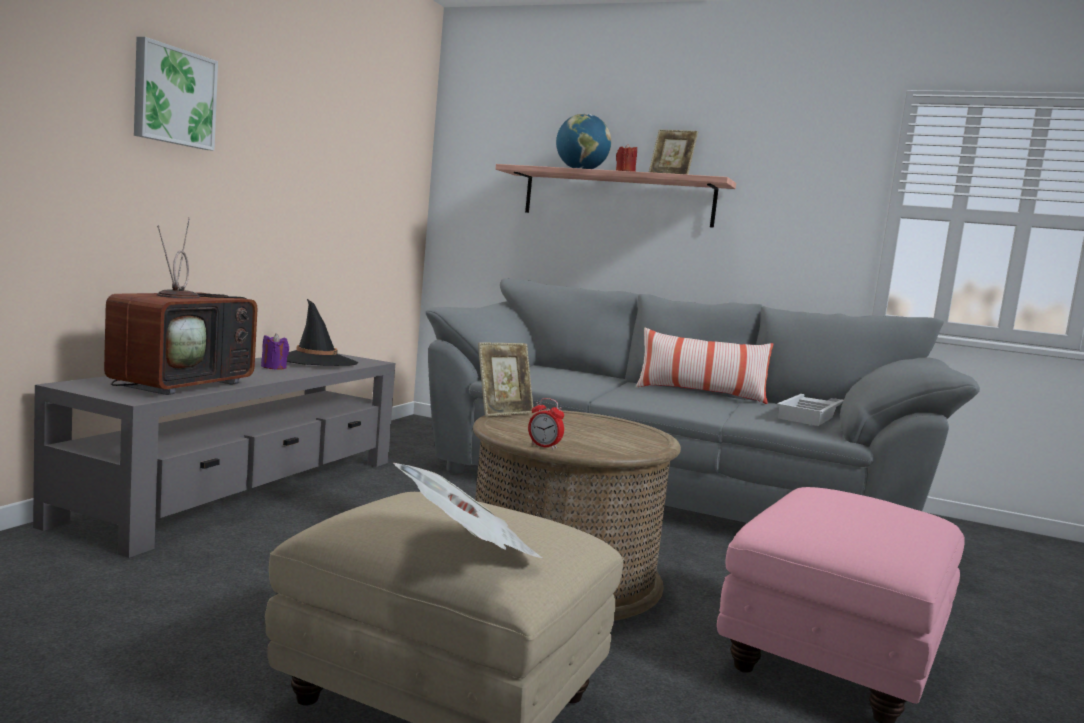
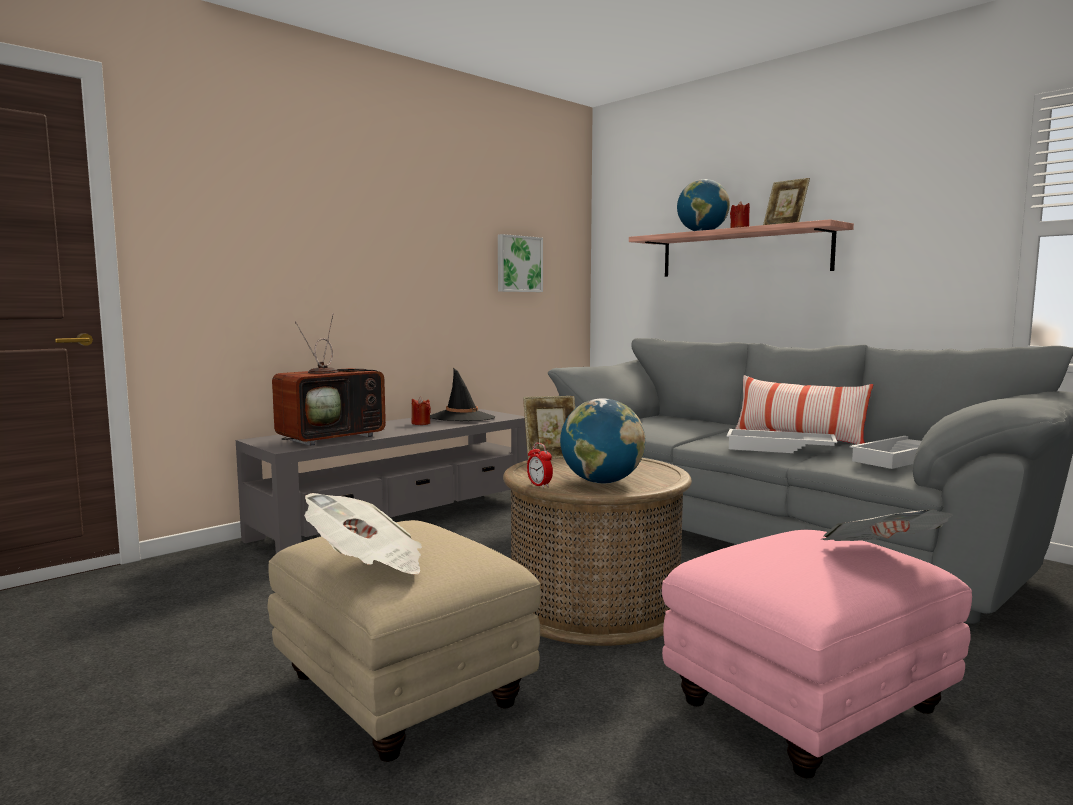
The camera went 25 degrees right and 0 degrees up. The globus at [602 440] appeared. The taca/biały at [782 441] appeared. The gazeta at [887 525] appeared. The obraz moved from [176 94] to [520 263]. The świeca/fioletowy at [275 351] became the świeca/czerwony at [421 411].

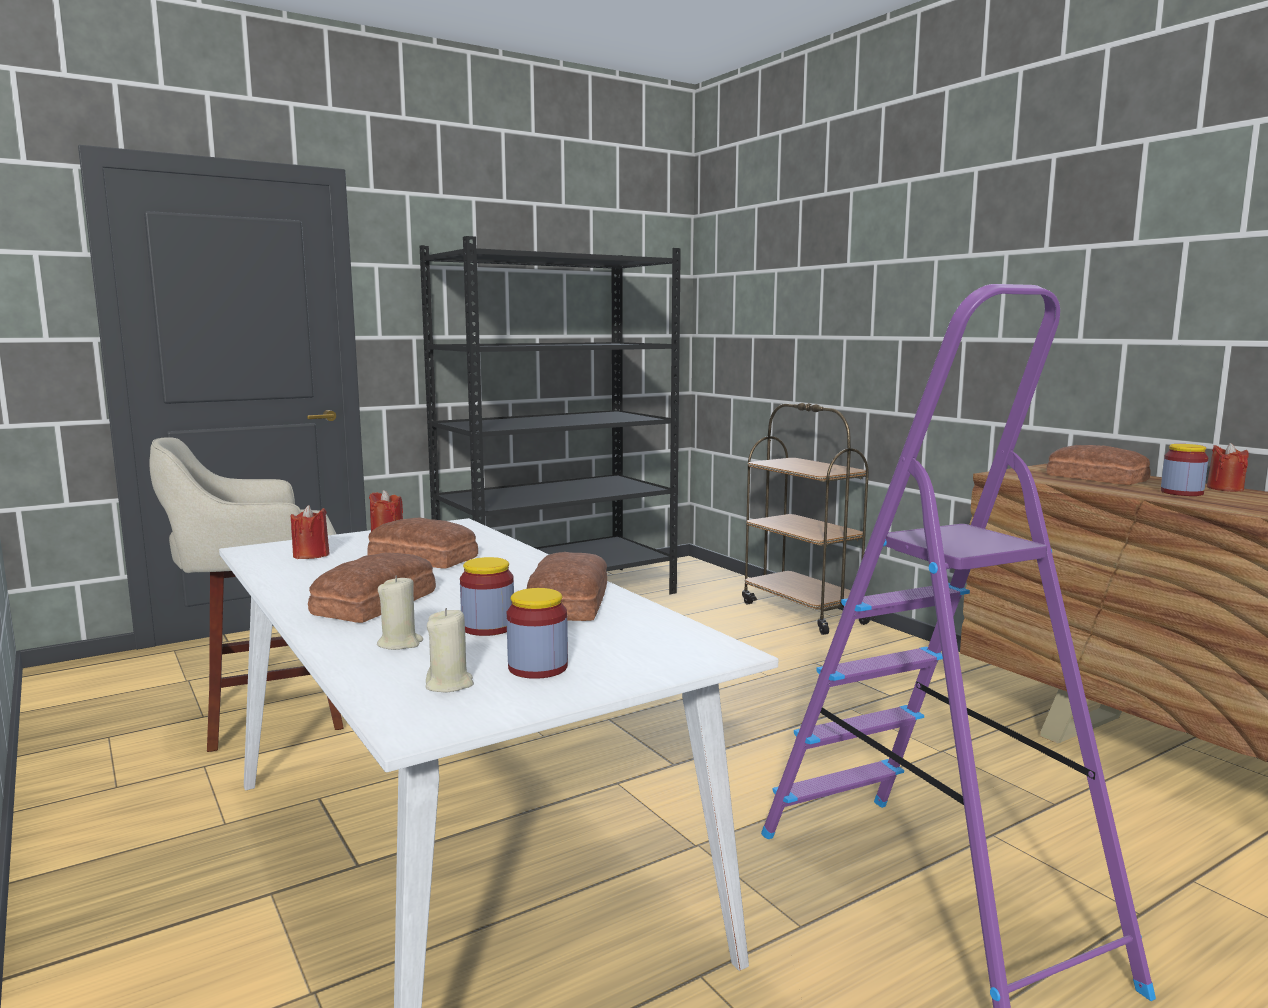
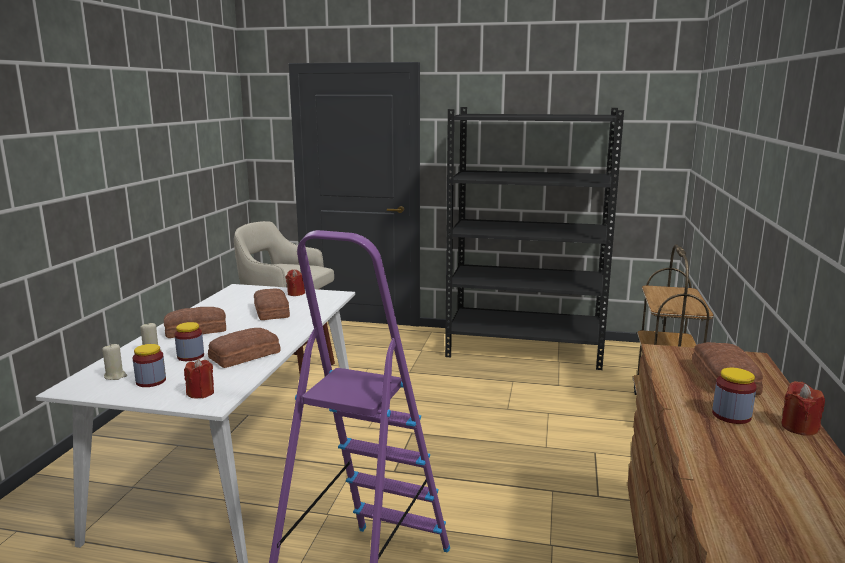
The camera went 45 degrees right and 5 degrees up. The świeca/czerwony moved from [310 532] to [199 379].

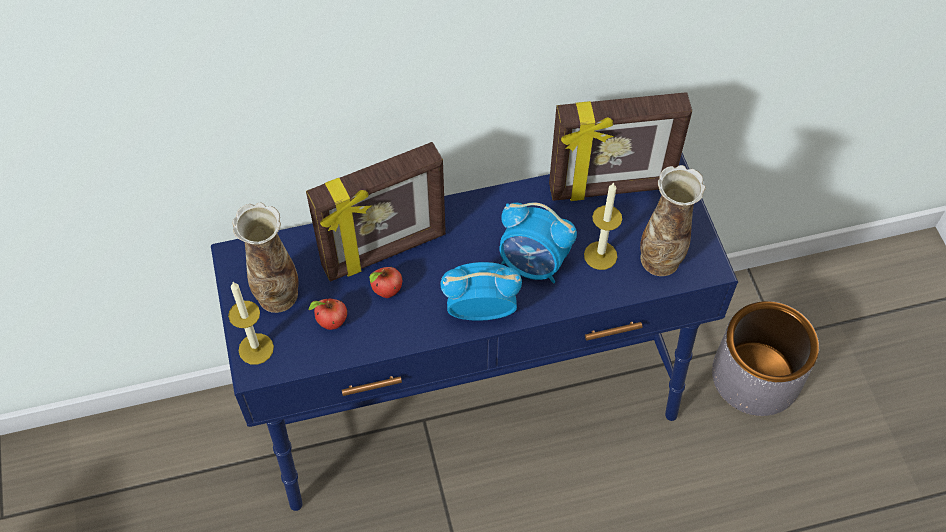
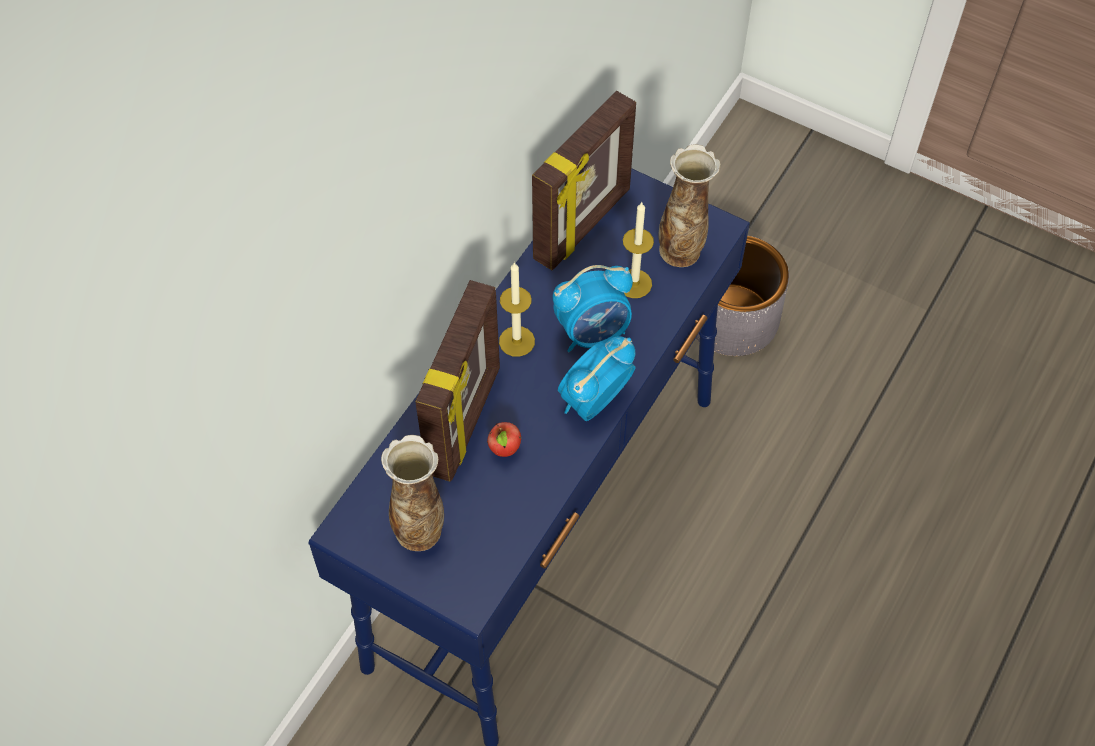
The camera went 45 degrees left and 0 degrees up. The jabłko at [328 314] disappeared. The świeca moved from [251 323] to [517 309].

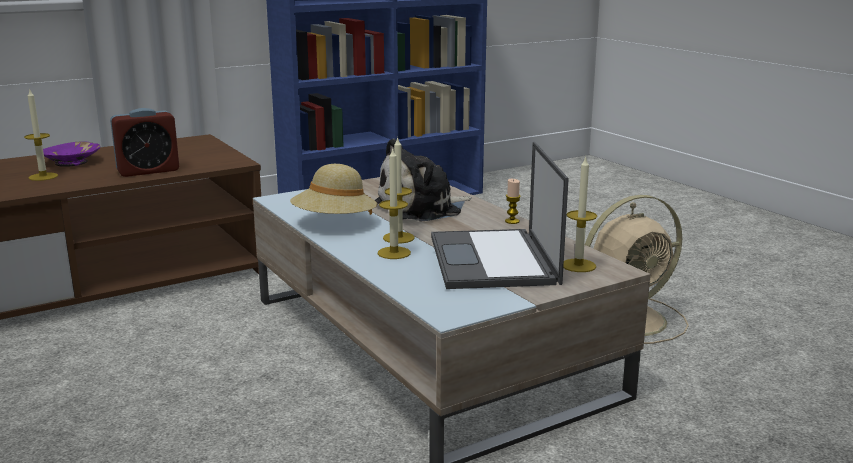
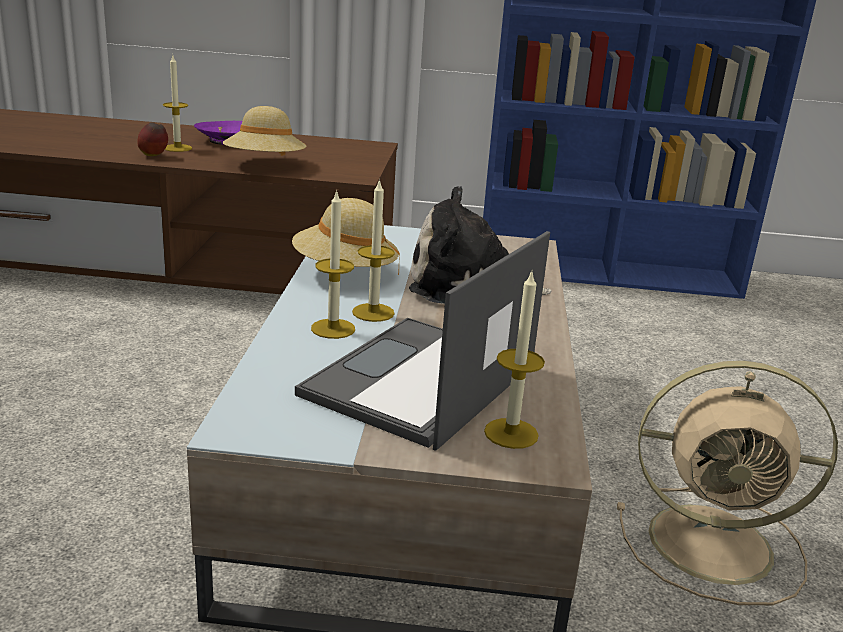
The camera went 35 degrees right and 5 degrees up. The świeca at [513 201] disappeared. The jabłko at [153 139] appeared. The budzik at [144 142] was replaced by the kapelusz/beżowy at [264 131].

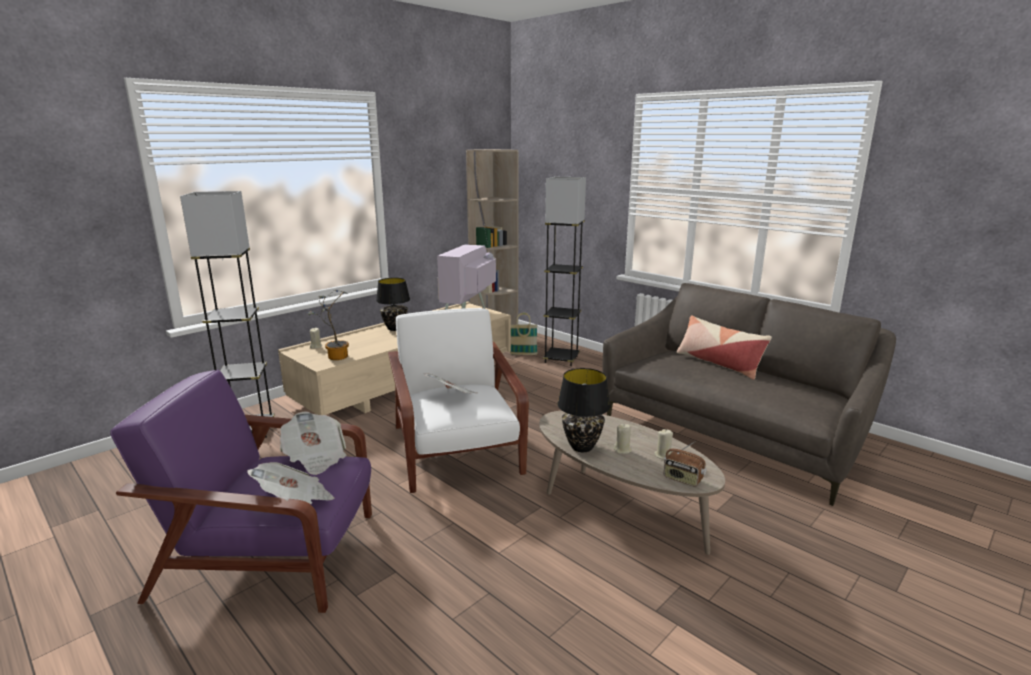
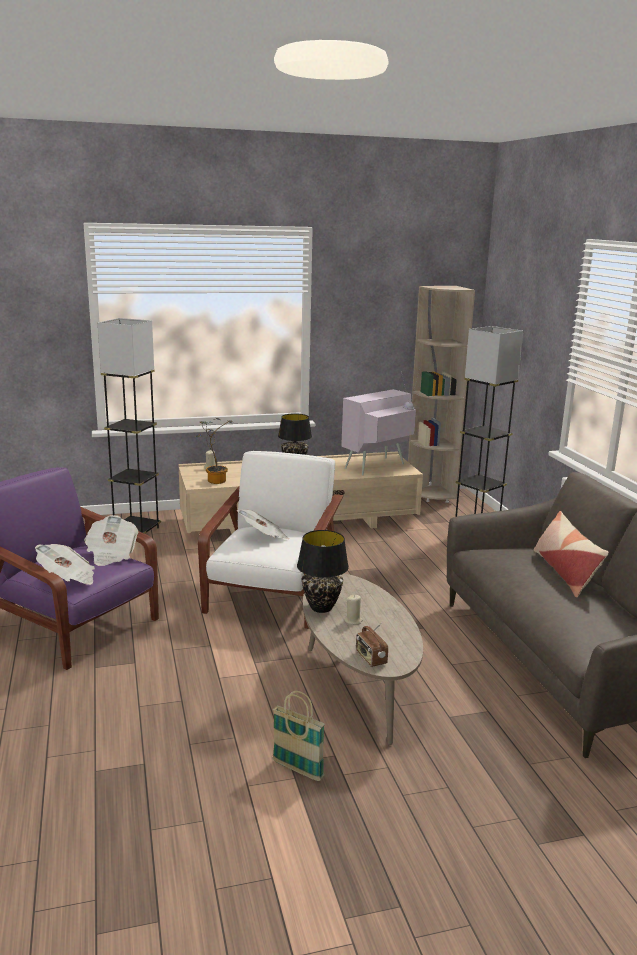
The camera went 30 degrees right and 0 degrees up. The świeca/beżowy at [663 444] disappeared. The koszyk moved from [524 334] to [299 736].

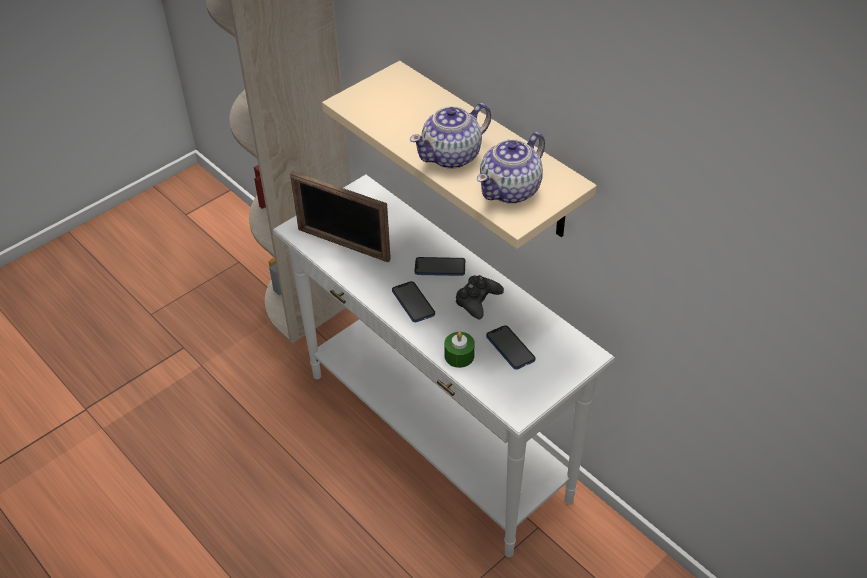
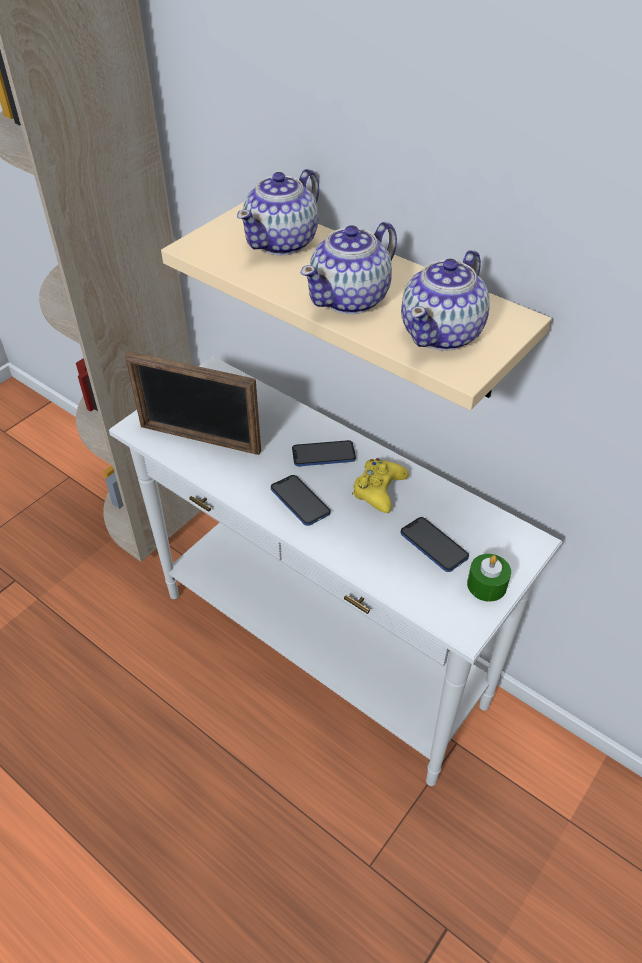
The camera went 10 degrees left and 0 degrees up. The imbryk at [278 212] appeared. The świeca/zielony moved from [459 350] to [489 578]. The pad do gier/czarny at [479 297] became the pad do gier/żółty at [380 485].

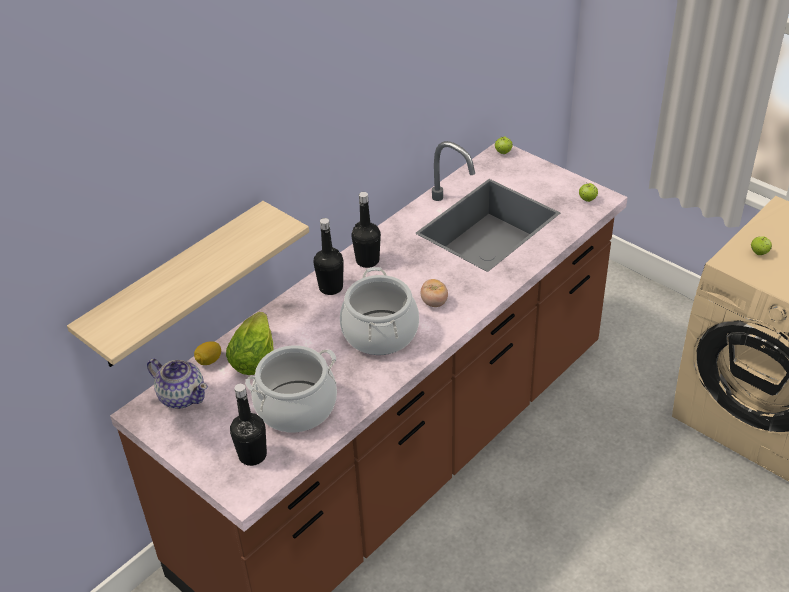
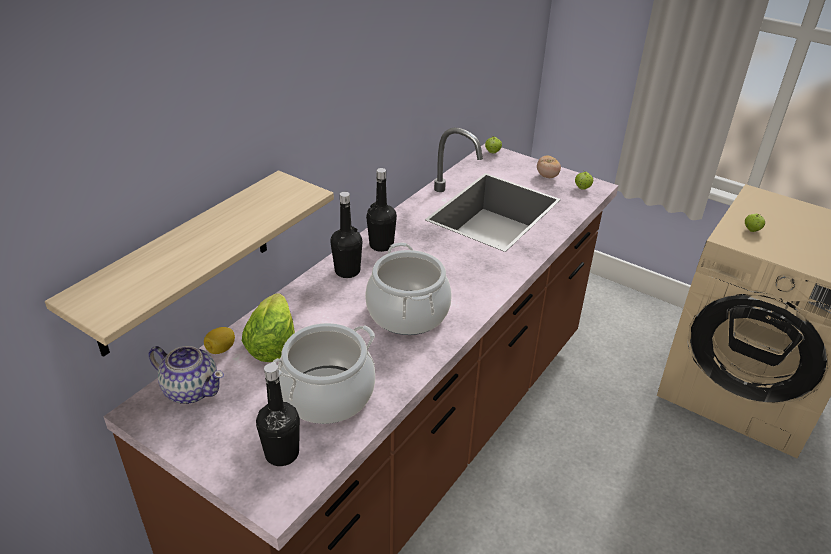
The camera went 10 degrees left and 5 degrees down. The pomidor moved from [434 293] to [549 166].

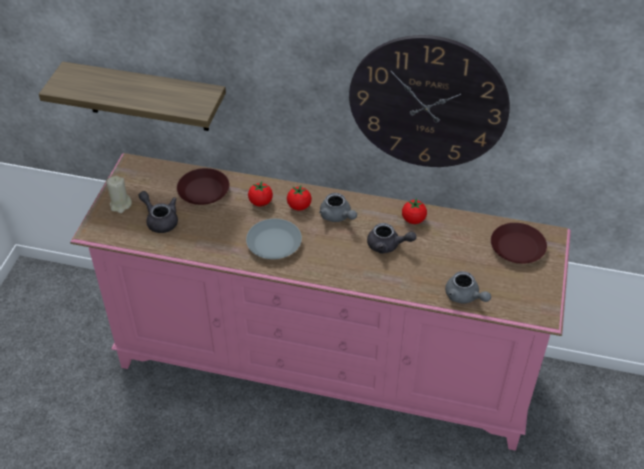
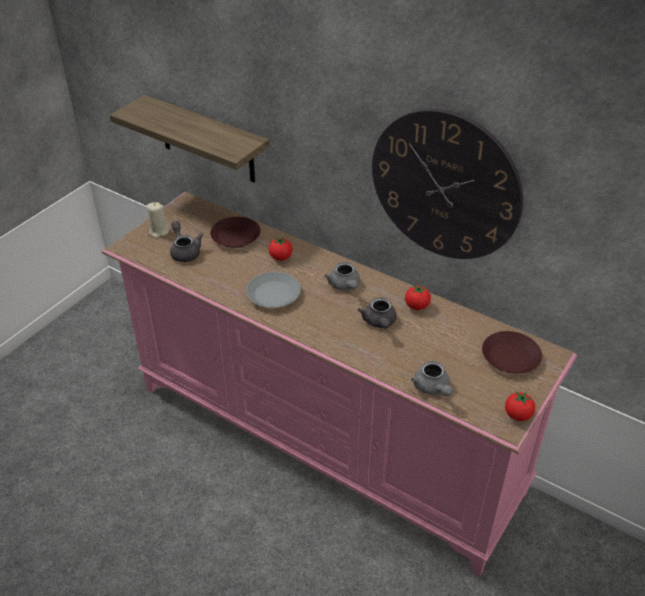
The camera went 20 degrees right and 5 degrees down. The pomidor moved from [299 198] to [520 406]. The imbryk/szary at [391 238] turned 45 degrees clockwise.

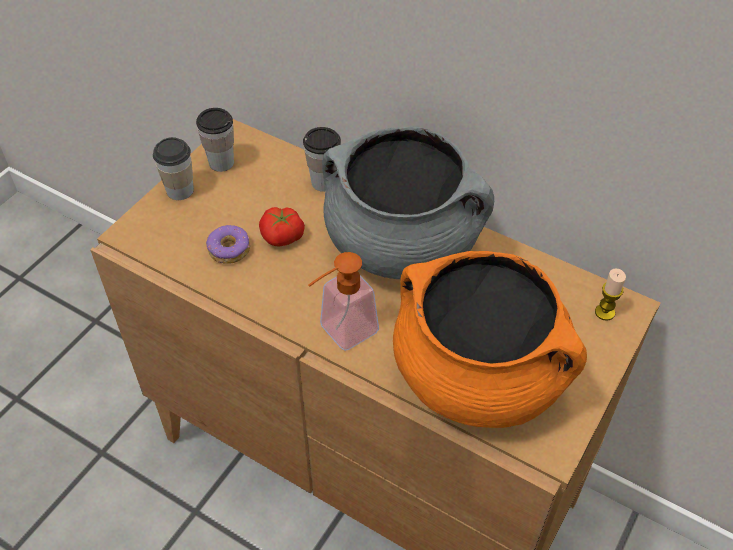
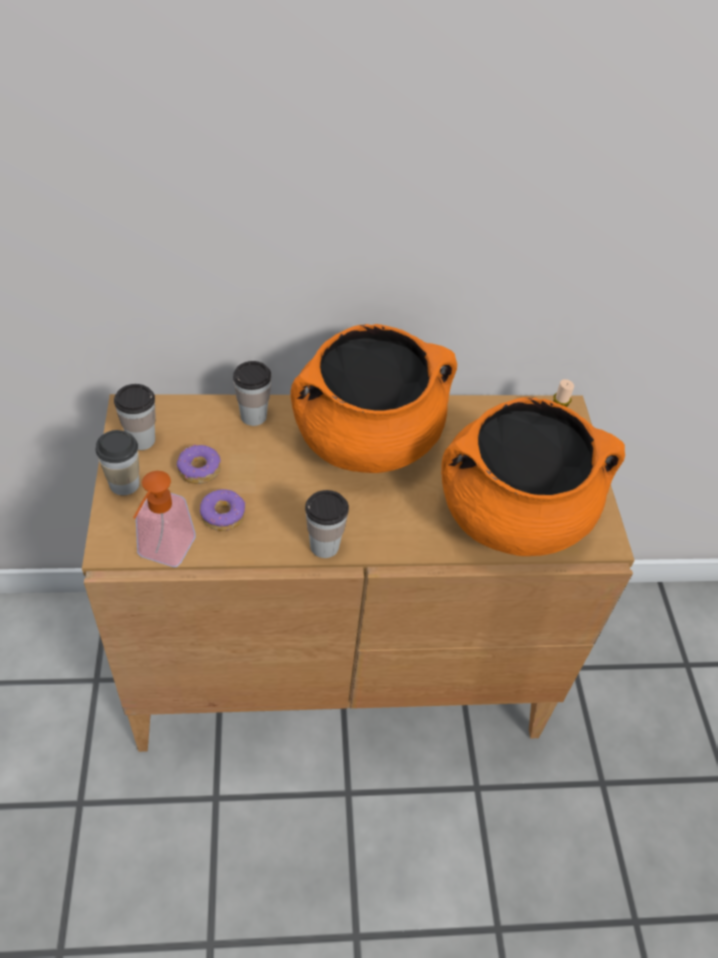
The camera went 40 degrees left and 0 degrees up. The pomidor at [282 227] disappeared. The donut at [199 464] appeared. The filiżanka at [327 524] appeared. The dozownik mydła moved from [343 301] to [164 519]. The garnek/szary at [408 203] became the garnek/pomarańczowy at [374 398].

